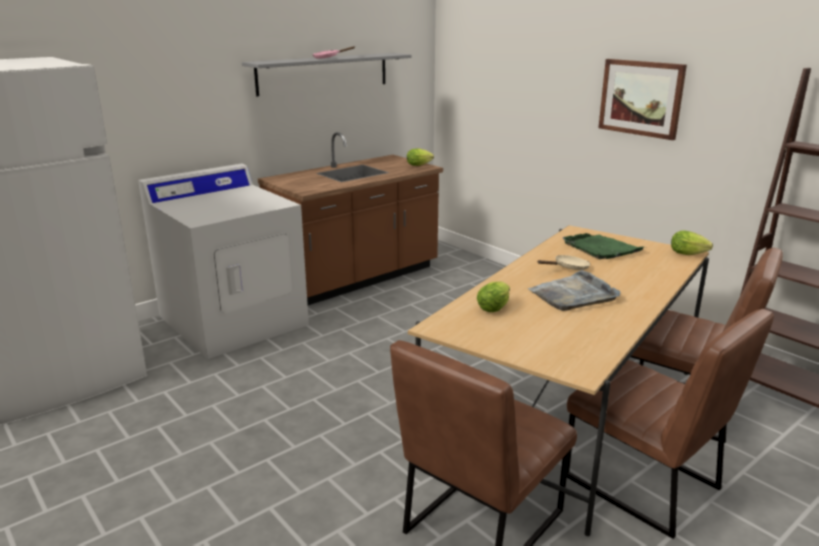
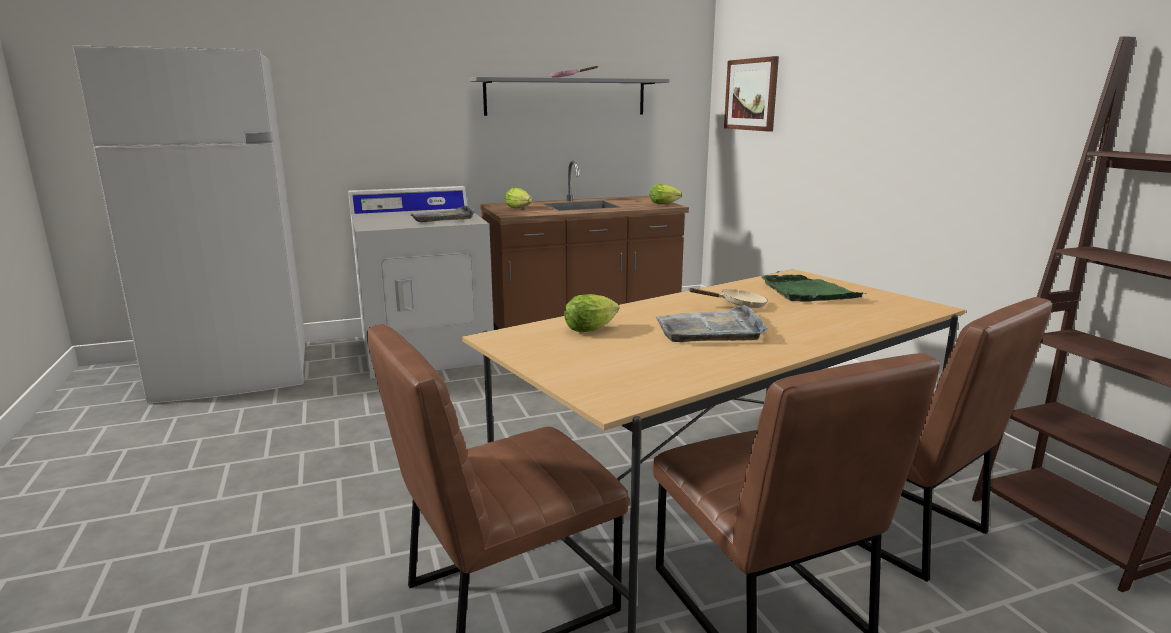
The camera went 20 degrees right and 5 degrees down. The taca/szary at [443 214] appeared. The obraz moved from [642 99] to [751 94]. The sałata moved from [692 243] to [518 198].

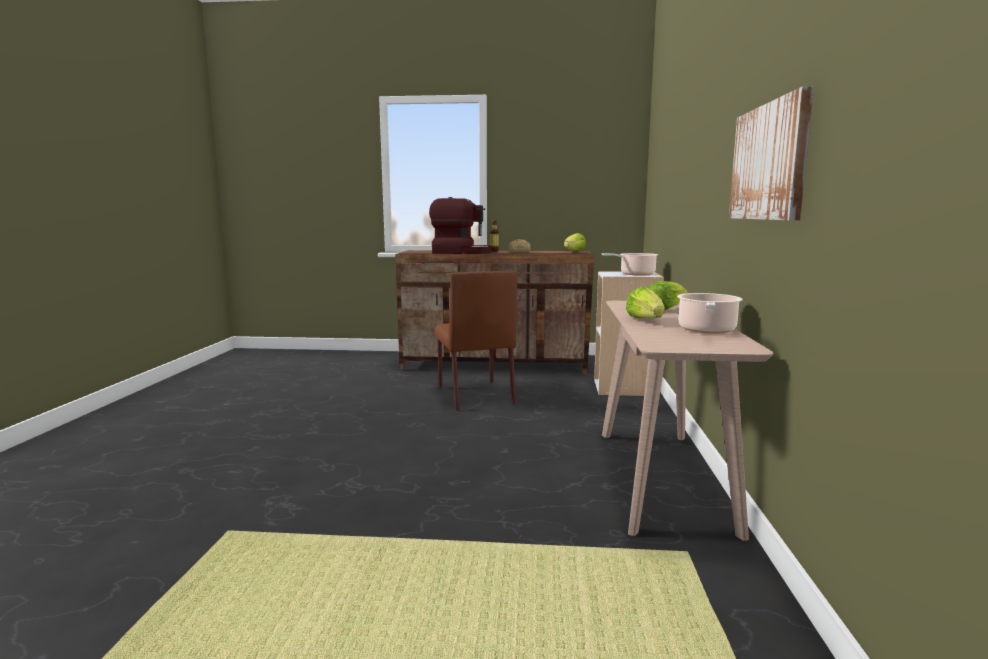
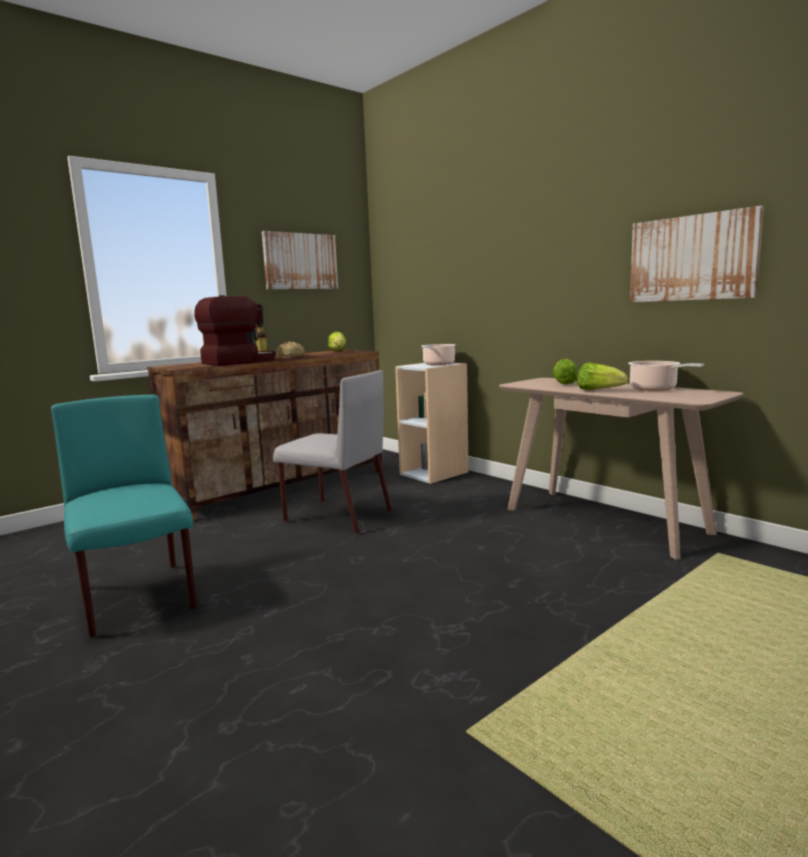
The camera went 45 degrees left and 0 degrees up. The krzesło/turkusowy at [124 517] appeared. The obraz at [300 260] appeared. The krzesło/brązowy at [476 341] became the krzesło/szary at [332 452].

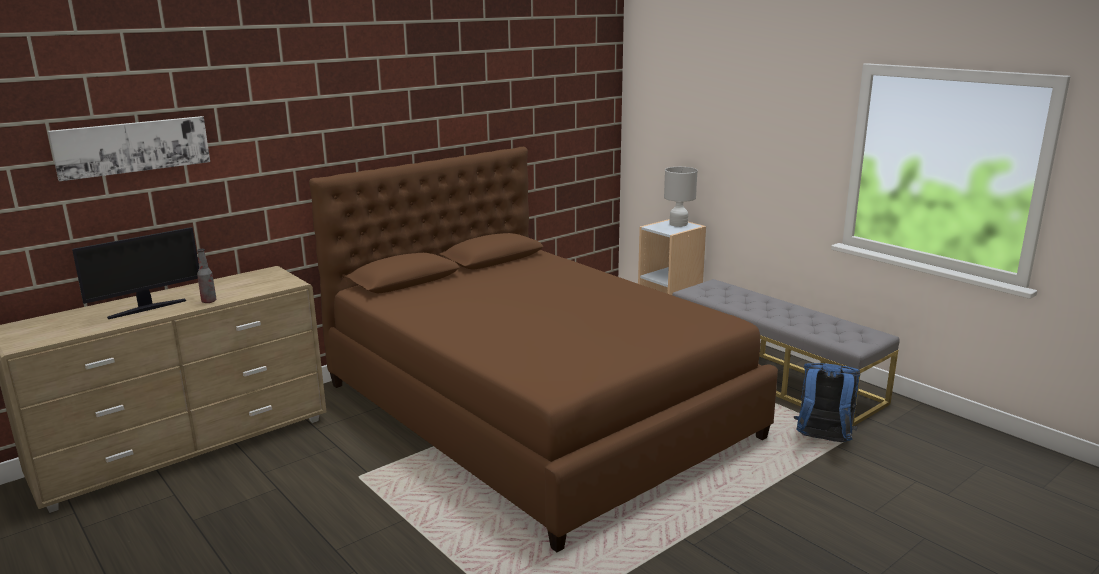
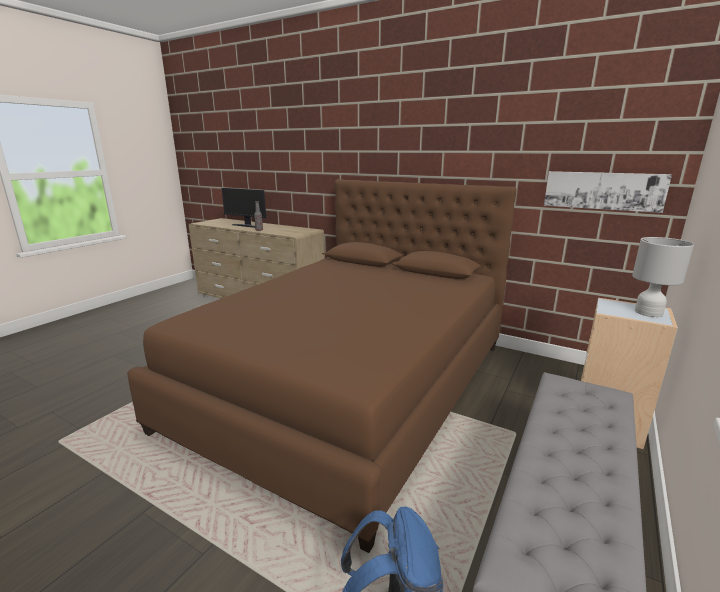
The camera went 70 degrees right and 0 degrees up. The obraz moved from [129 148] to [608 192].

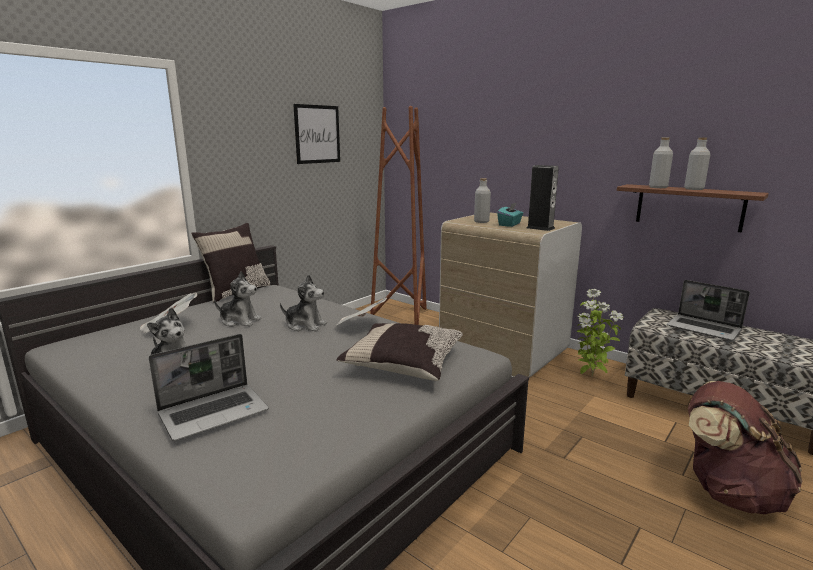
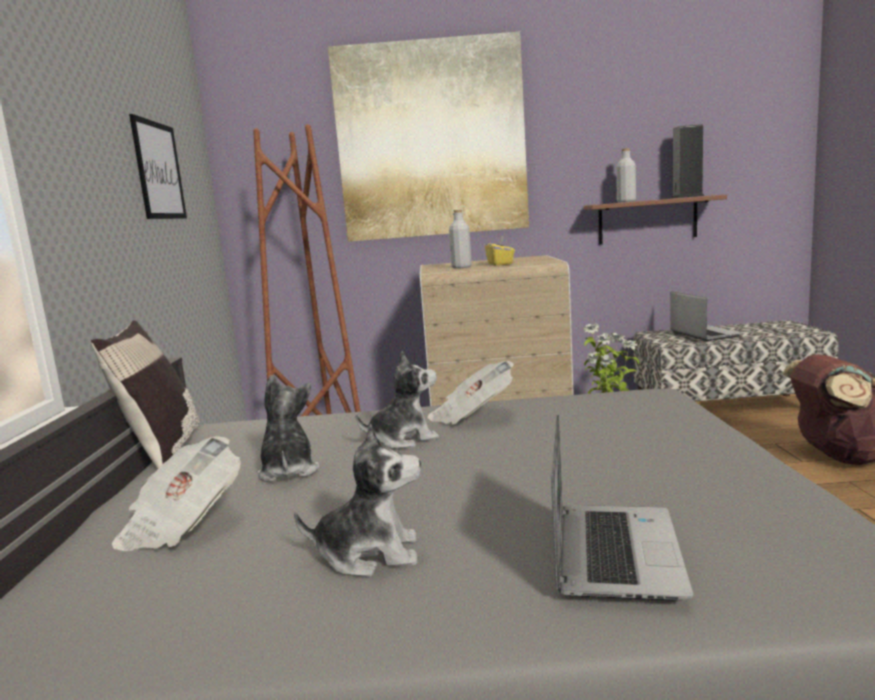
The camera went 40 degrees left and 5 degrees down. The poduszka at [399 352] disappeared. The butelka/szary at [697 163] disappeared. The obraz at [428 137] appeared. The głośnik moved from [542 198] to [687 161]. The pudełko chusteczek/turkusowy at [510 215] became the pudełko chusteczek/żółty at [500 250]. The pluszak at [238 299] turned 75 degrees counterclockwise. The laptop at [708 310] turned 105 degrees counterclockwise.

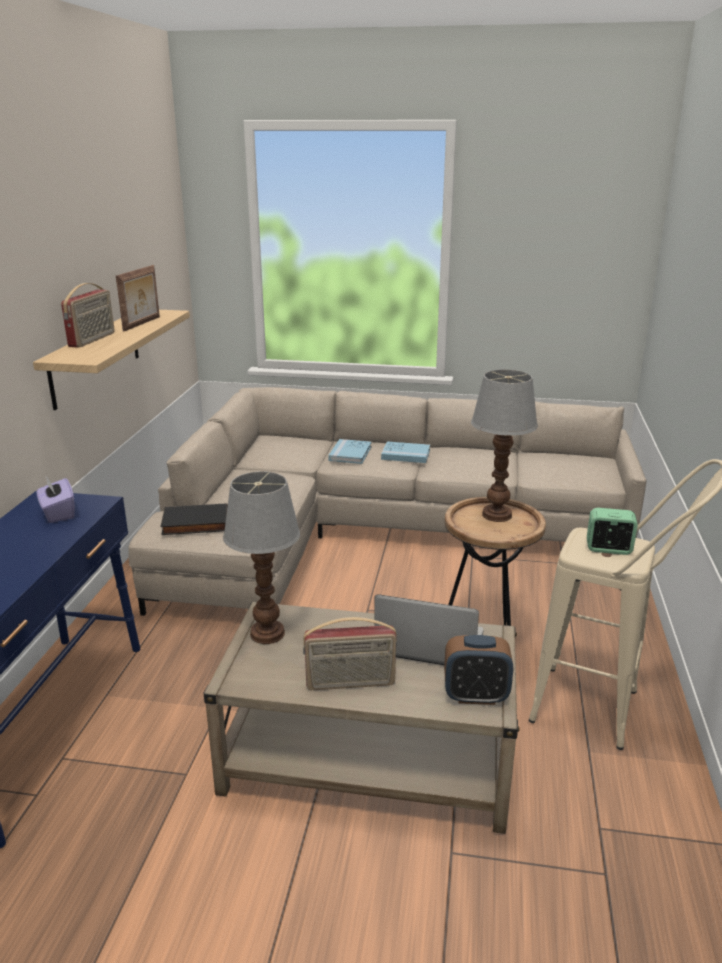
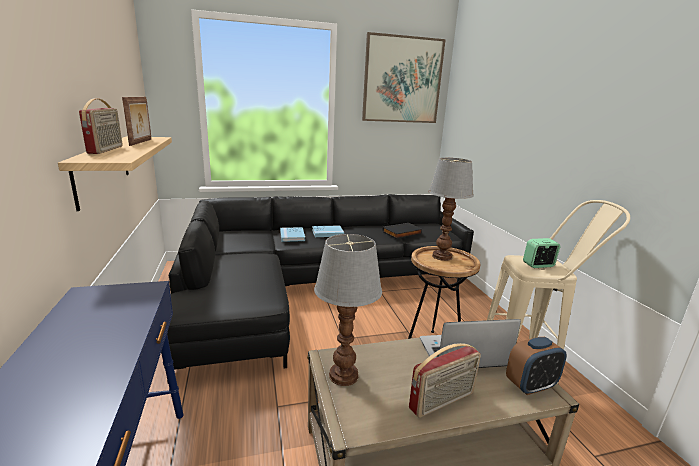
The camera went 25 degrees left and 5 degrees down. The pudełko chusteczek/fioletowy at [56 499] disappeared. The obraz at [404 77] appeared. The książka/czarny moved from [194 519] to [402 231]. The kanapa/beżowy at [387 501] became the kanapa/czarny at [319 288].

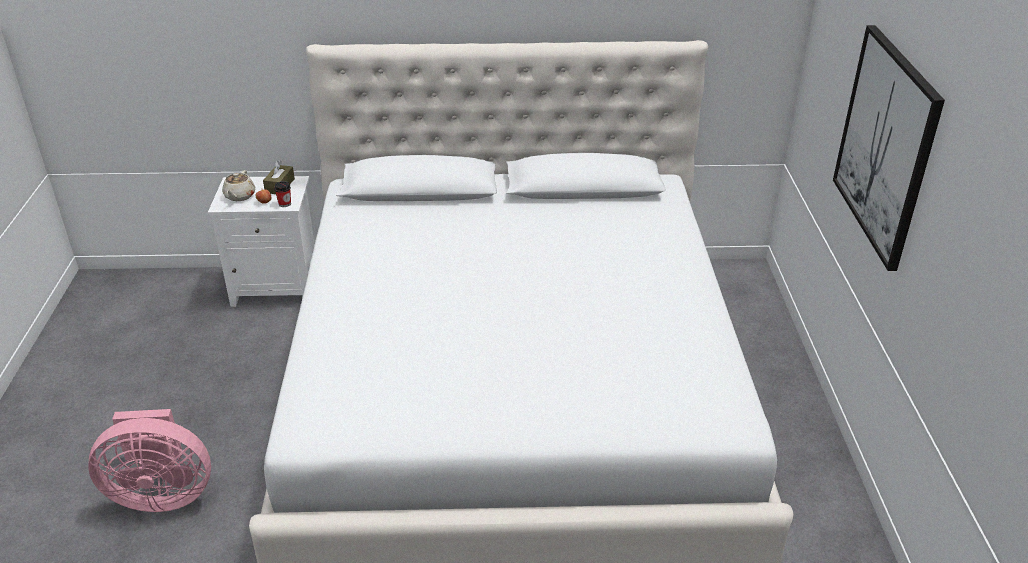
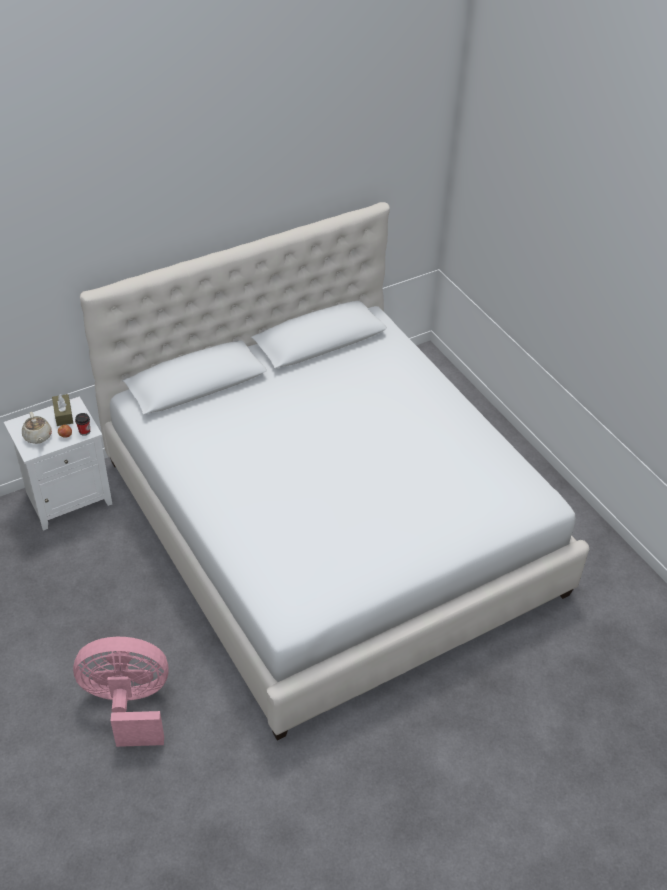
The camera went 30 degrees left and 10 degrees up. The obraz at [889 148] disappeared. The wentylator/różowy at [150 460] turned 150 degrees counterclockwise.

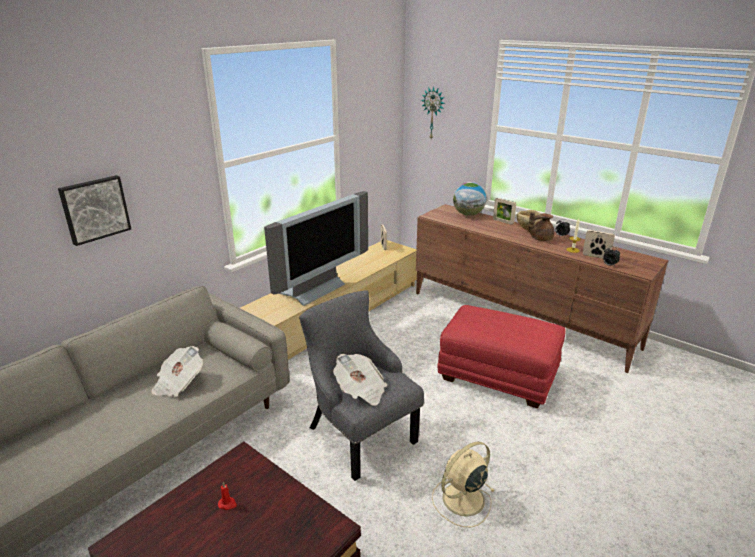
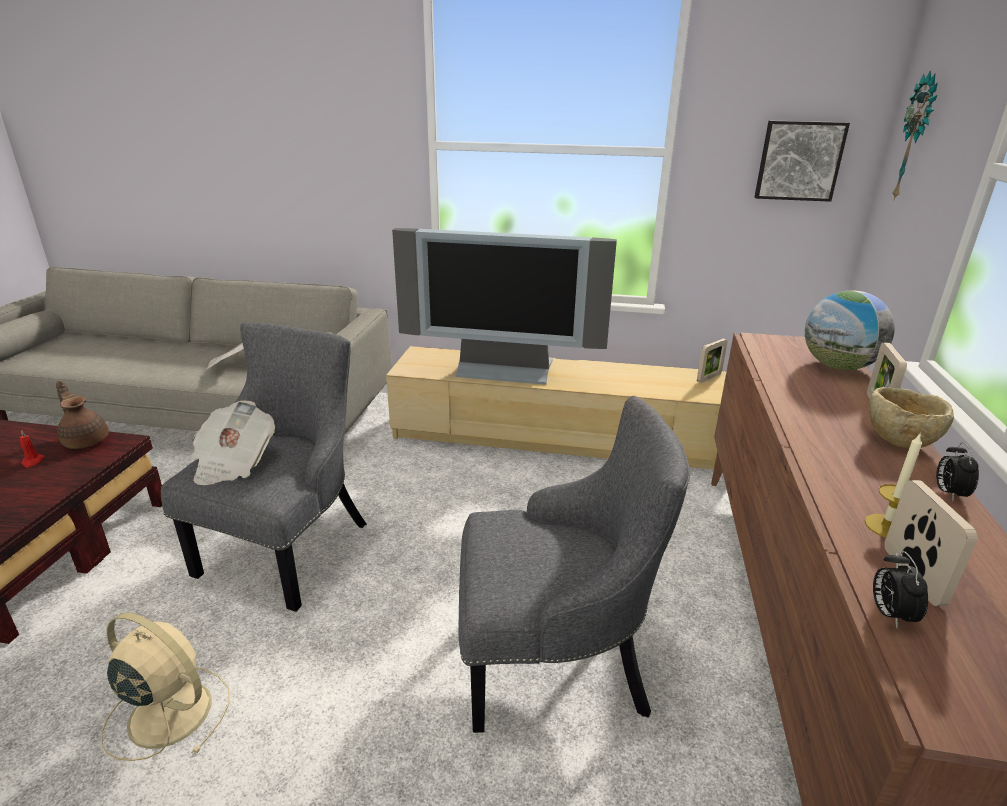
The camera went 60 degrees right and 0 degrees up. The obraz moved from [94 210] to [802 161]. The imbryk/brązowy moved from [541 226] to [82 415]. The pufa/czerwony at [502 356] was replaced by the fotel/szary at [574 564].

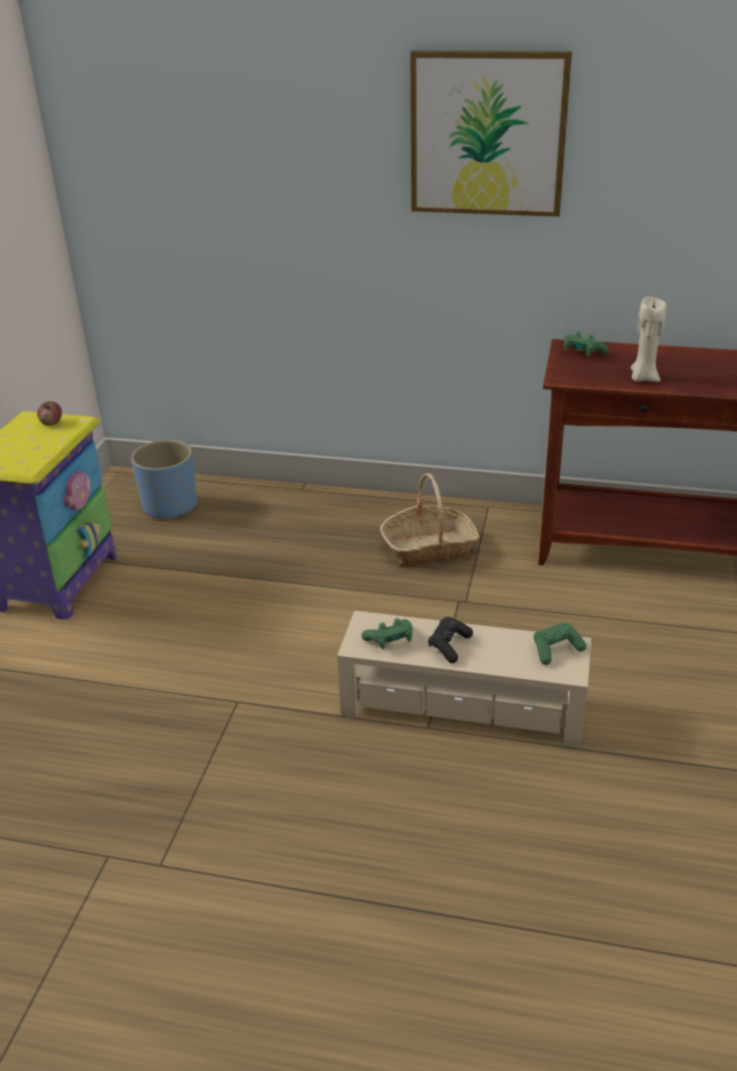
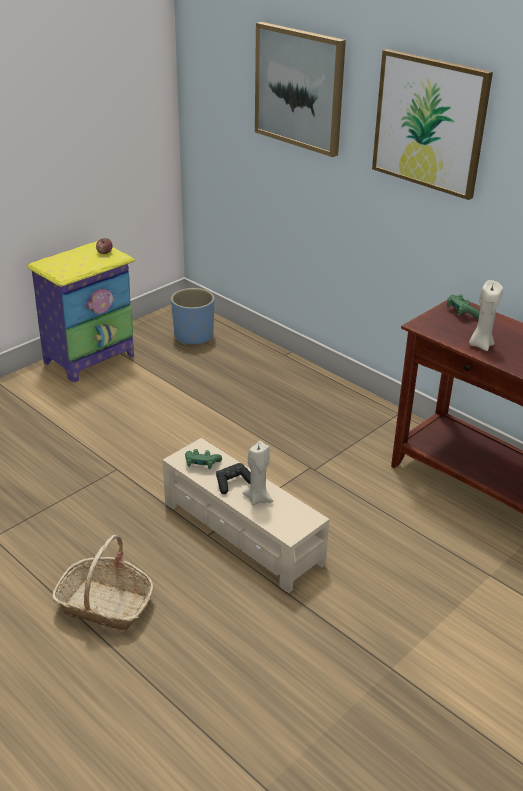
The camera went 30 degrees right and 0 degrees up. The pad do gier/zielony at [560 643] disappeared. The świeca/beżowy at [257 473] appeared. The obraz at [300 89] appeared. The koszyk moved from [430 520] to [103 582].

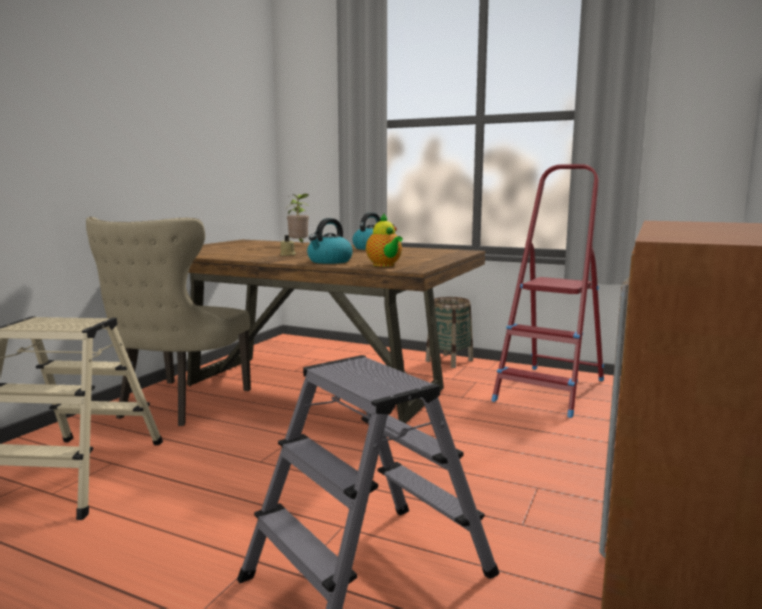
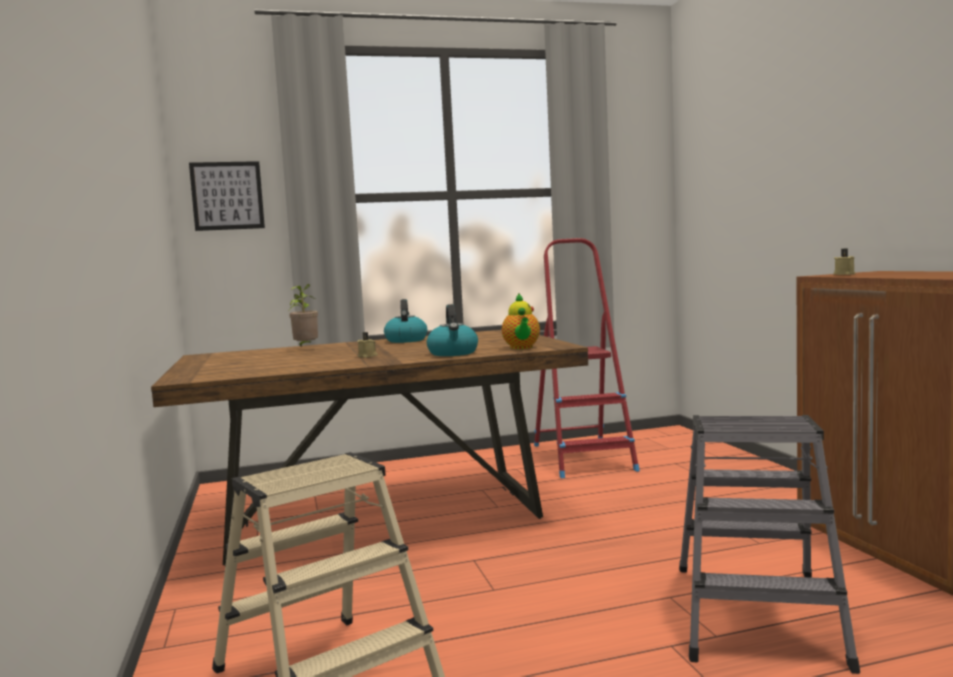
The camera went 40 degrees left and 5 degrees down. The krzesło/beżowy at [168 321] disappeared. The koszyk at [449 332] disappeared. The obraz at [227 196] appeared. The świeca/beżowy at [844 261] appeared. The imbryk at [384 240] turned 60 degrees clockwise.

